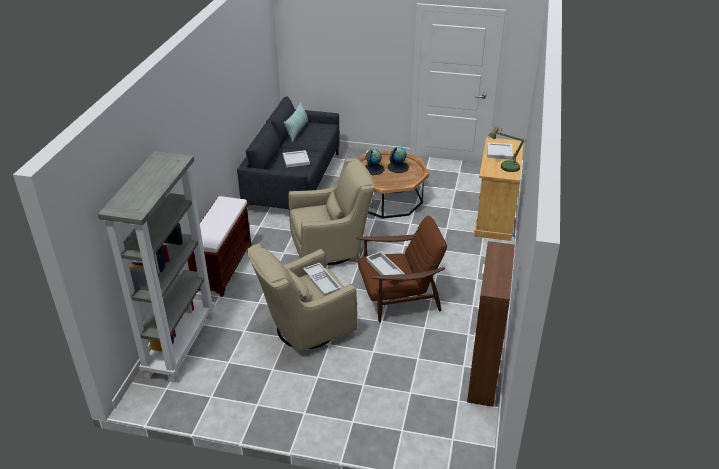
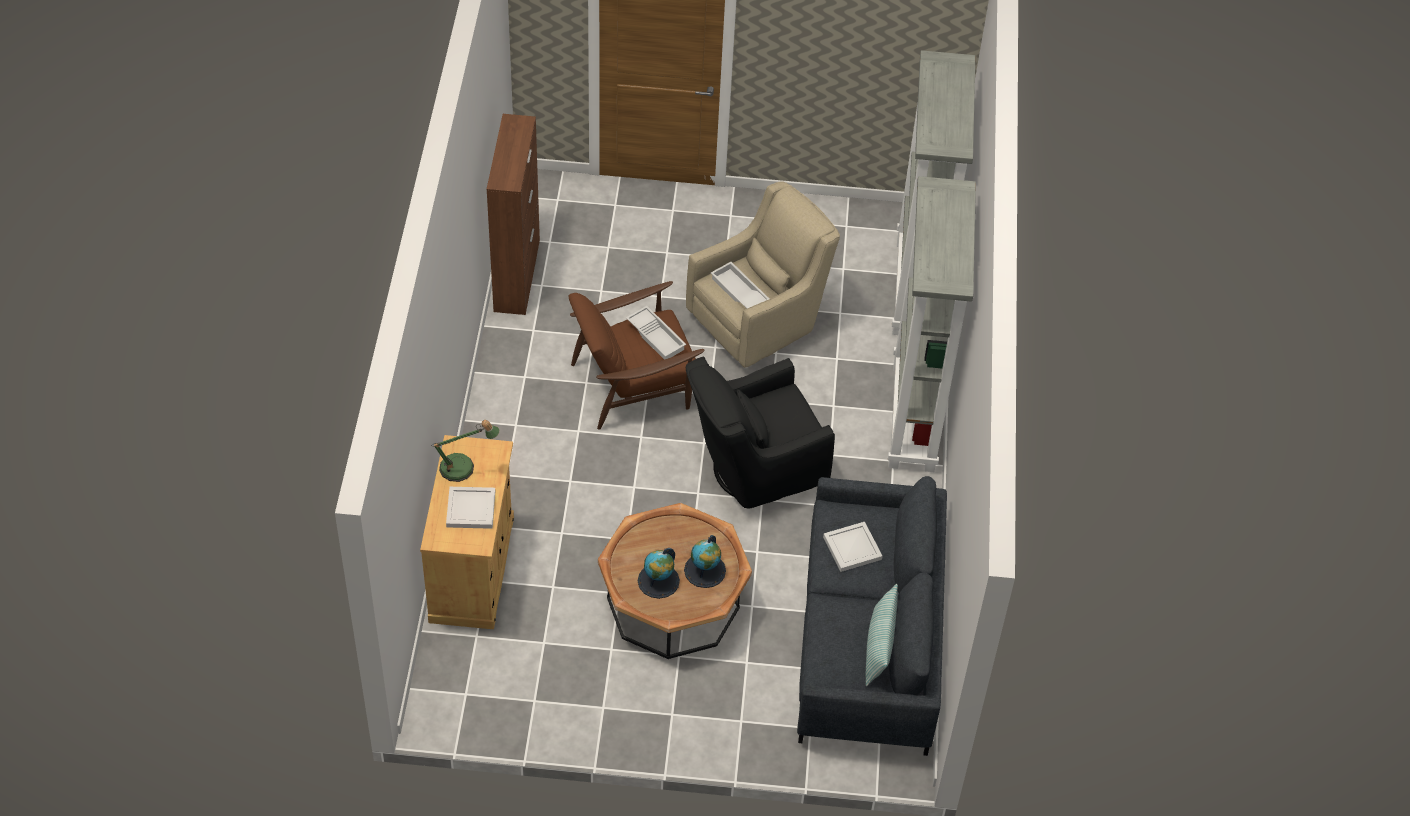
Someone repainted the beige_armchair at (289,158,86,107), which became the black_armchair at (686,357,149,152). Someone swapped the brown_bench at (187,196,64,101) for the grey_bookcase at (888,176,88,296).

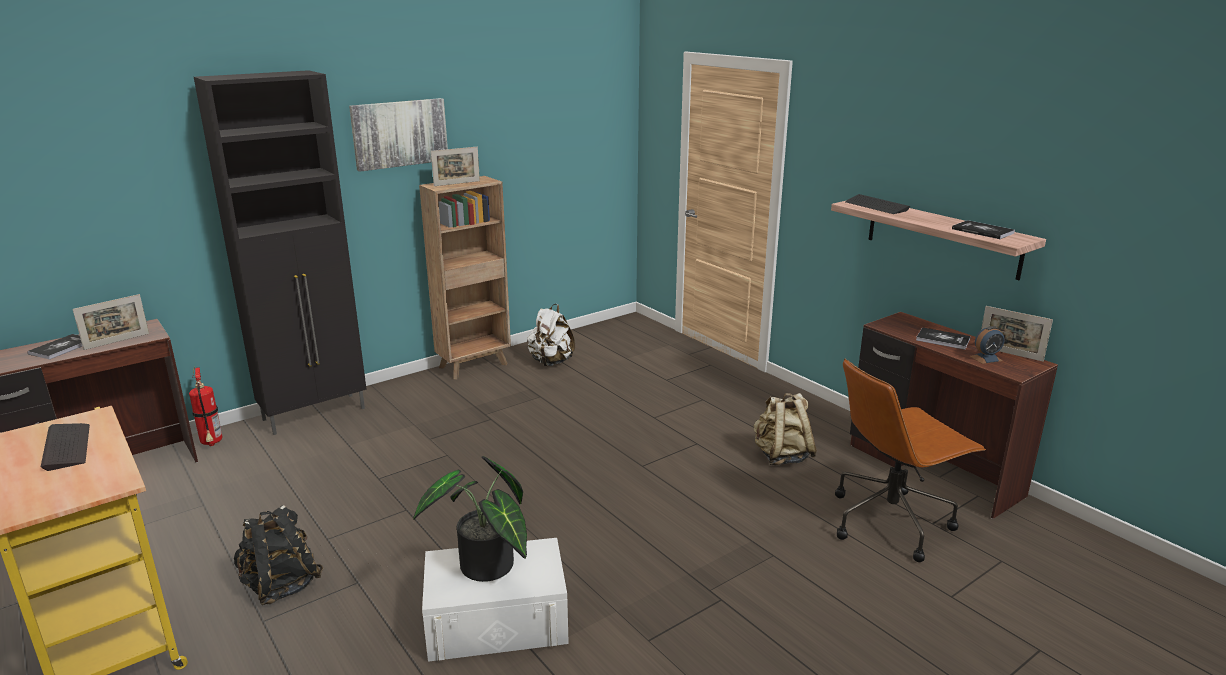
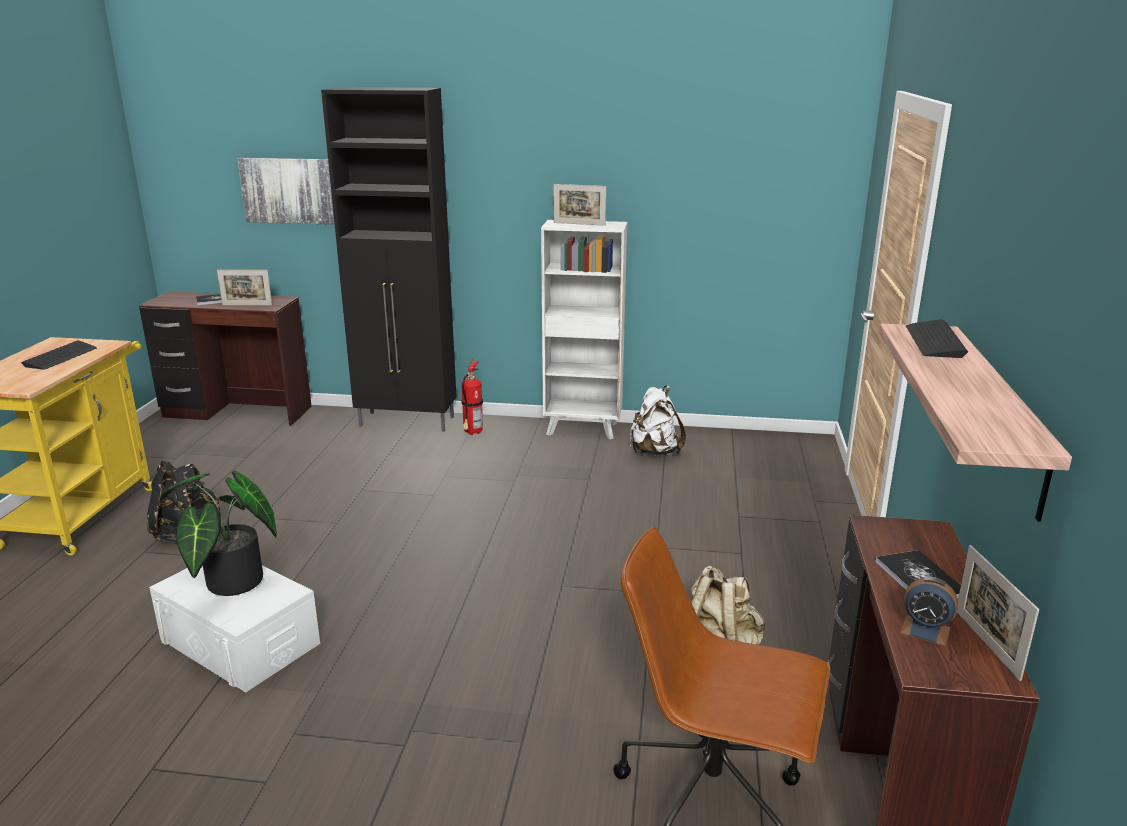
Someone carried the picture from (349,98,99,74) to (238,158,97,67). Someone repainted the brown_bookcase at (419,176,92,203), which became the white_bookcase at (541,220,86,219). Someone took away the book at (952,220,63,19). Someone carried the fire_extinguisher from (189,366,34,80) to (461,358,22,77).

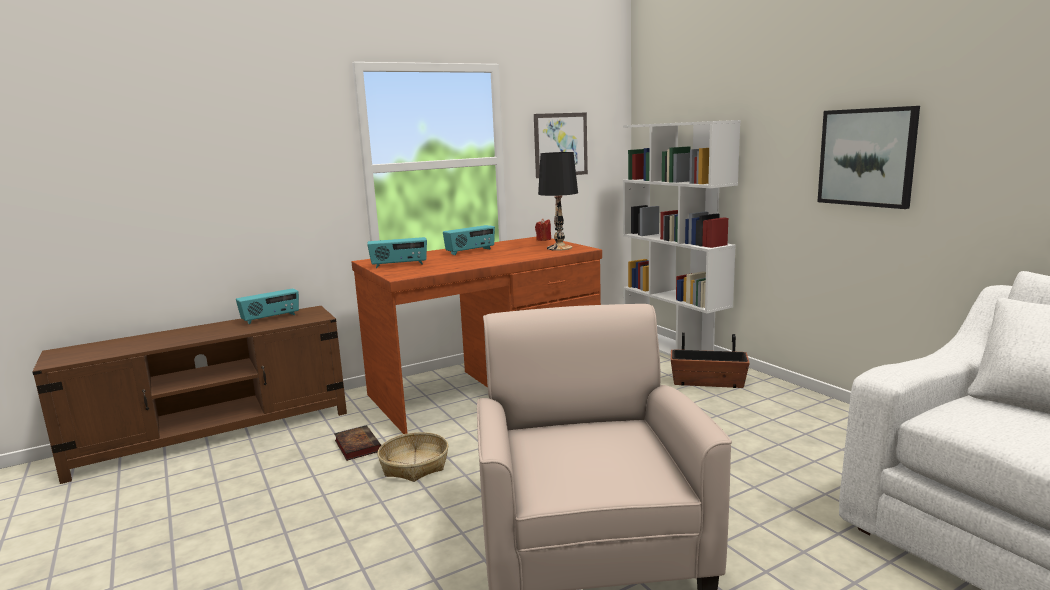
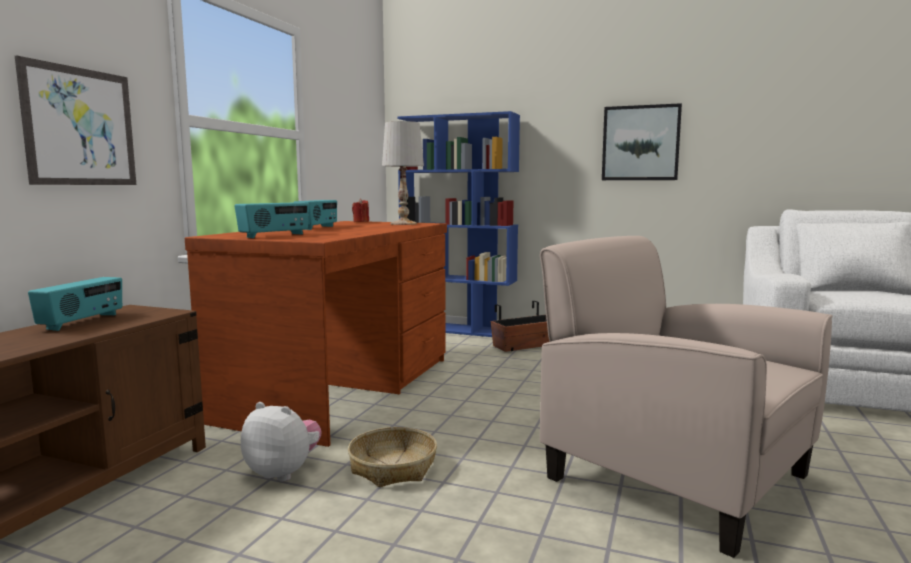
Someone carried the picture from (534,112,54,66) to (15,56,121,129). Someone repainted the white_bookcase at (623,120,118,236), which became the blue_bookcase at (397,111,123,226). Someone repainted the black_table_lamp at (538,152,40,99), which became the white_table_lamp at (382,121,42,104). Someone swapped the book at (334,425,47,36) for the plush_toy at (241,402,80,80).

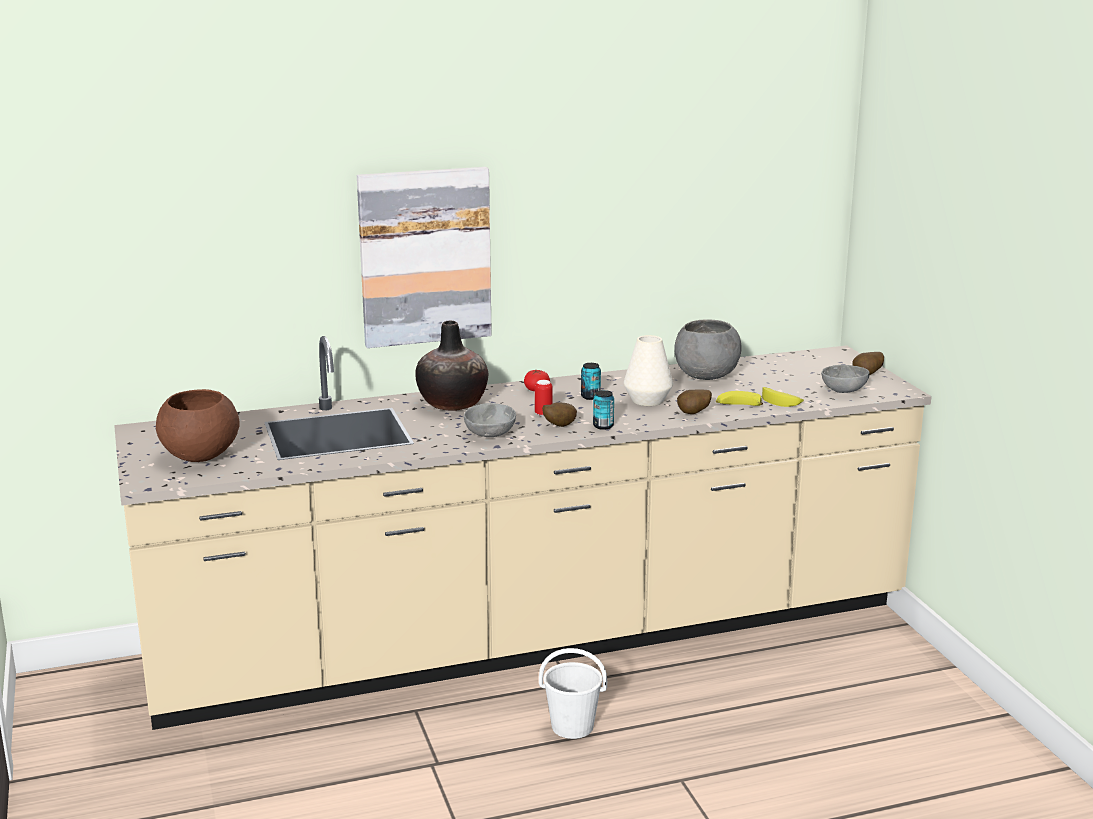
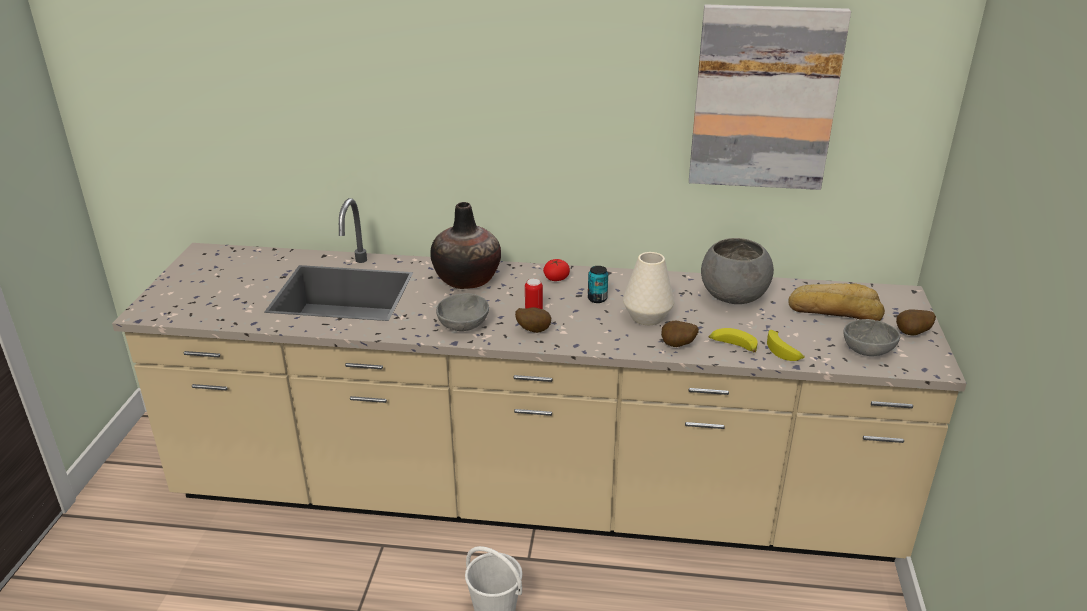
Someone carried the picture from (357,167,135,181) to (689,4,162,186). Someone took away the brown_bowl at (156,389,84,73). Someone took away the can at (593,390,21,40). Someone put down the bread at (788,283,97,38).

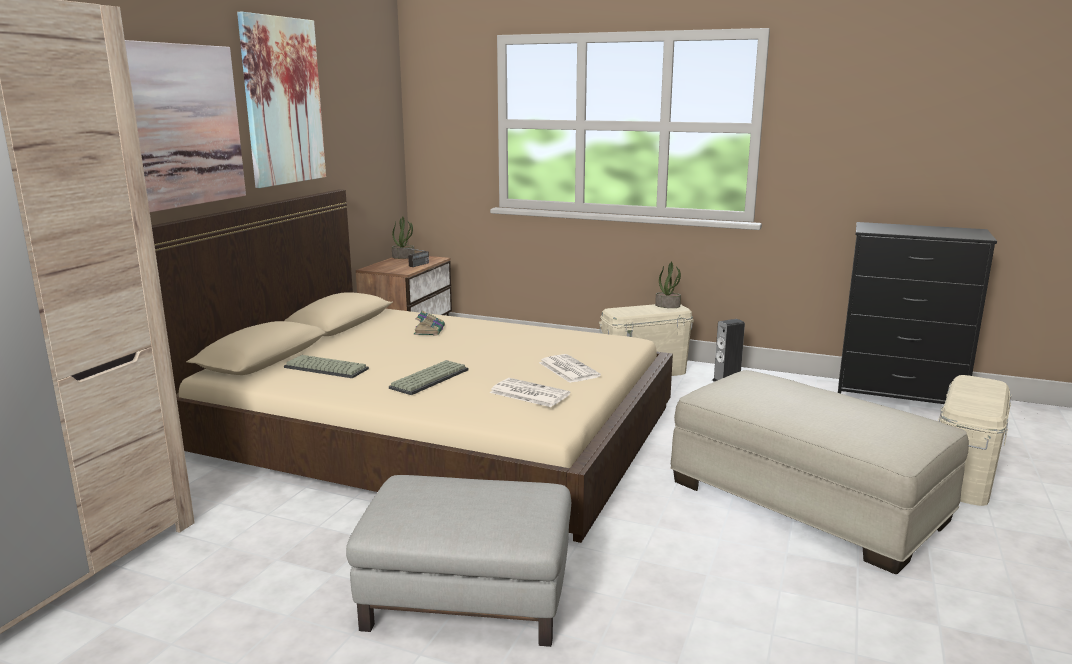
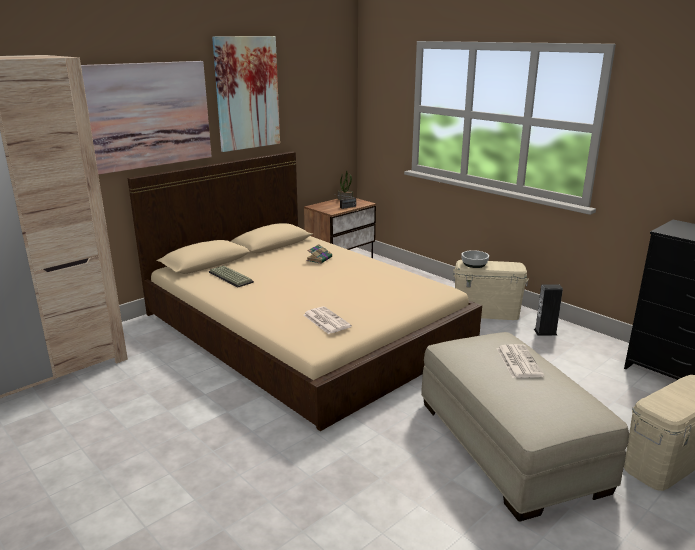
Someone took away the potted_plant at (655,261,26,47). Someone carried the newspaper from (539,354,62,29) to (496,344,48,34). Someone took away the keyboard at (389,360,79,35). Someone took away the grey_ottoman at (346,475,225,172). Someone put down the bowl at (461,250,28,18).

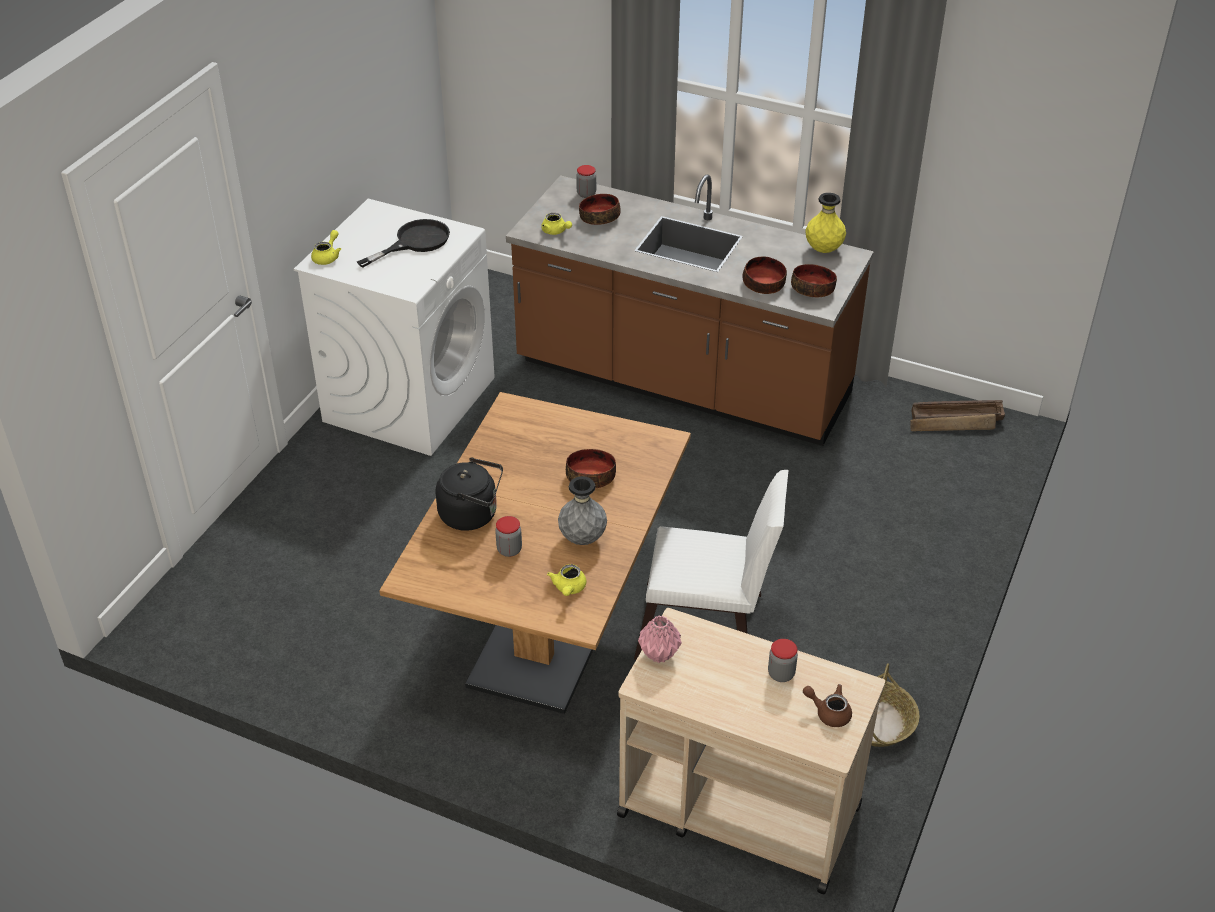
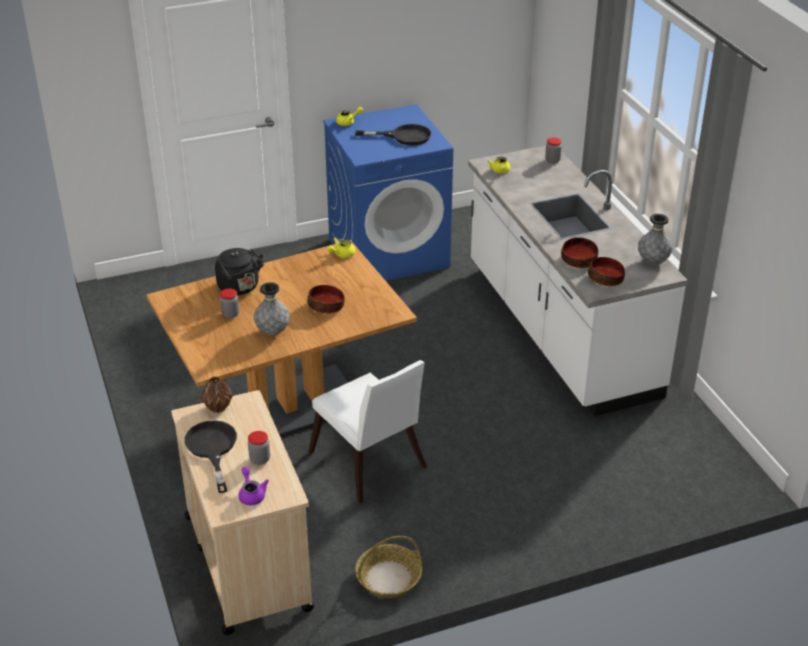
Someone repainted the brown_counter at (506,175,368,271), which became the white_counter at (468,146,220,270). Someone repainted the yellow_vase at (806,193,40,60), which became the grey_vase at (638,214,35,50). Someone took away the bowl at (579,194,42,31). Someone repainted the white_washing_machine at (294,199,201,257), which became the blue_washing_machine at (323,104,130,177). Someone took away the crate at (910,400,95,31). Someone carried the yellow_teapot from (547,564,39,32) to (327,238,28,20). Someone repainted the pink_vase at (638,616,44,47), which became the brown_vase at (201,376,32,37). Someone repainted the brown_teapot at (803,684,49,43), which became the purple_teapot at (238,466,31,39). Someone put down the black_frying_pan at (184,420,53,73).

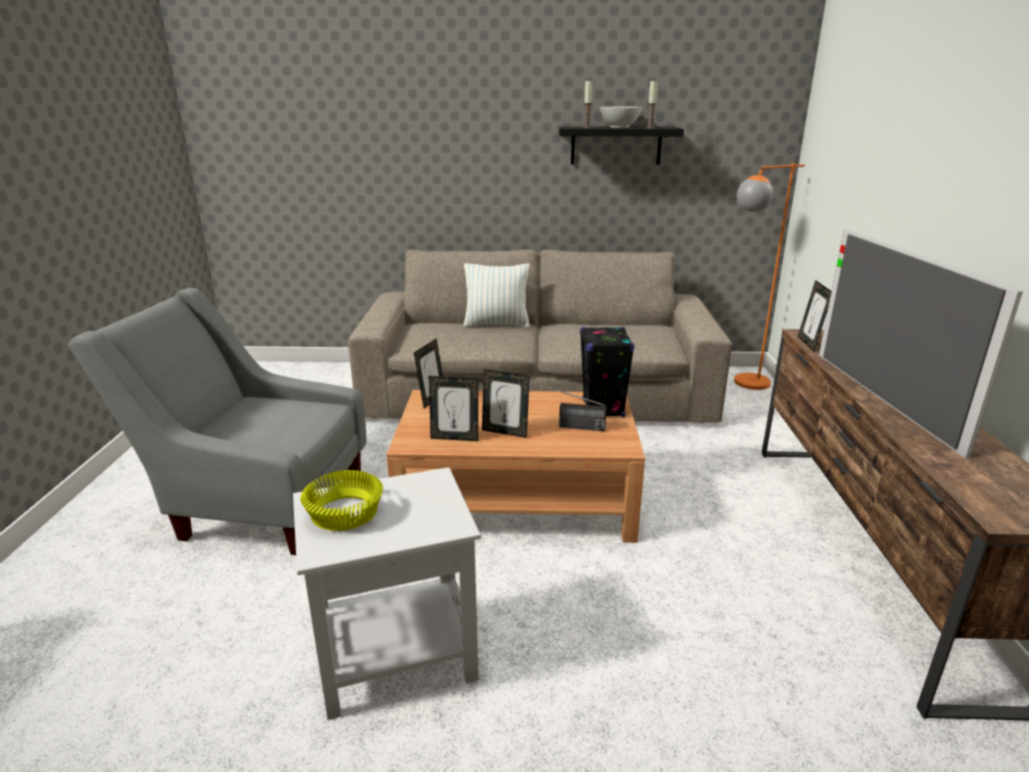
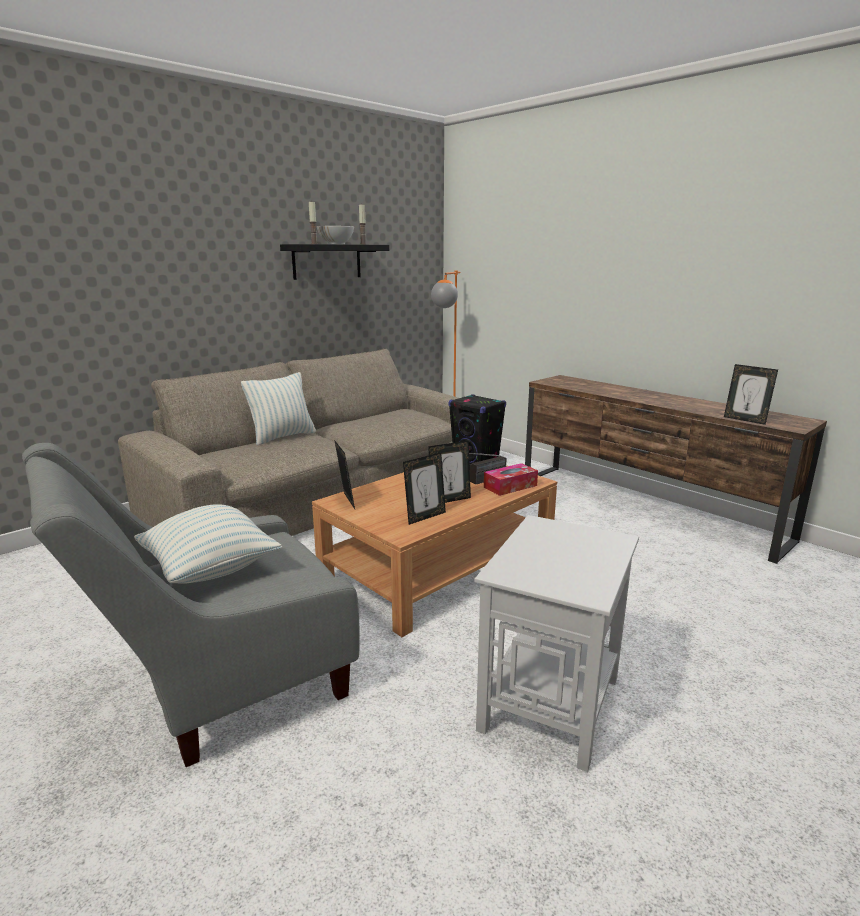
Someone took away the television at (819,230,204,228). Someone carried the picture_frame from (798,280,33,72) to (724,364,54,61). Someone took away the yellow_bowl at (300,470,83,61). Someone put down the tissue_box at (484,463,54,33). Someone put down the pillow at (134,504,148,80).

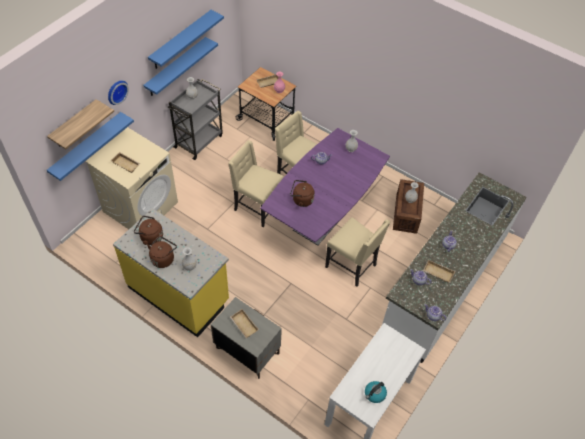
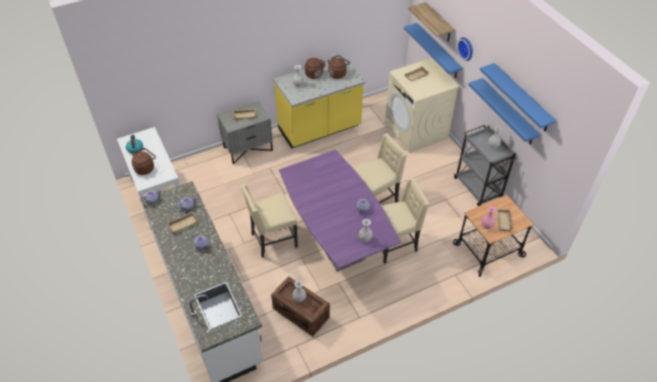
Someone carried the brown_kettle from (290,180,25,27) to (132,148,24,27).

